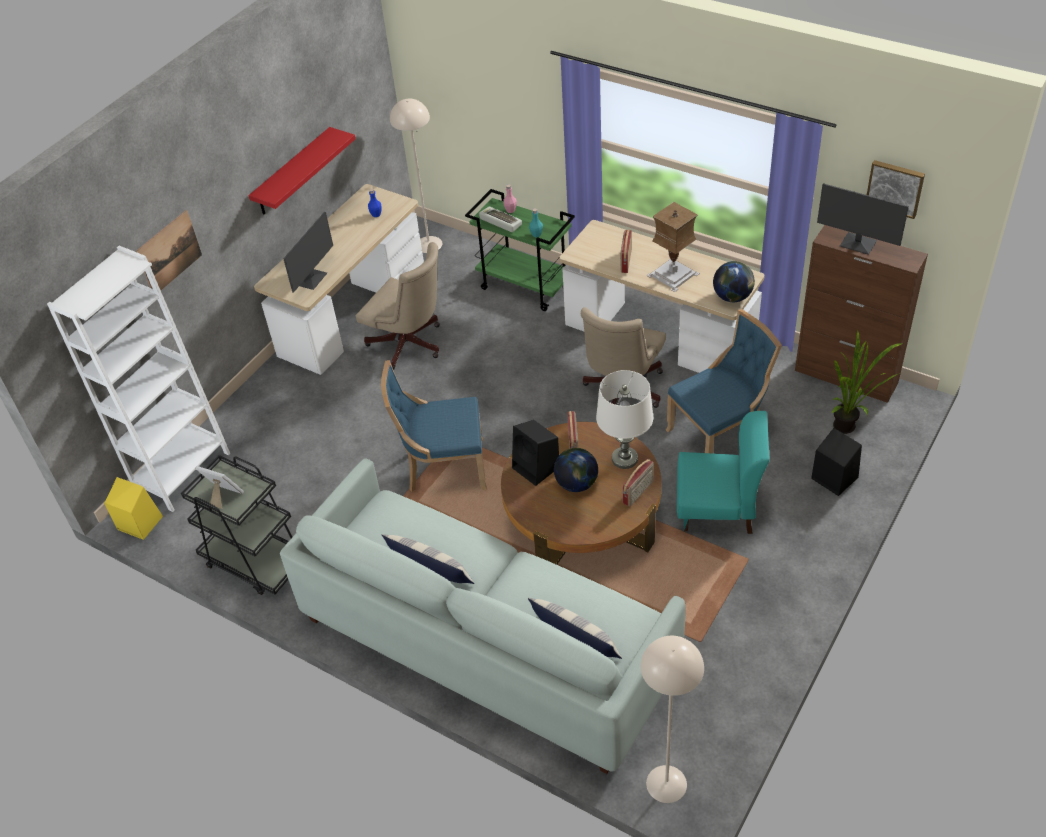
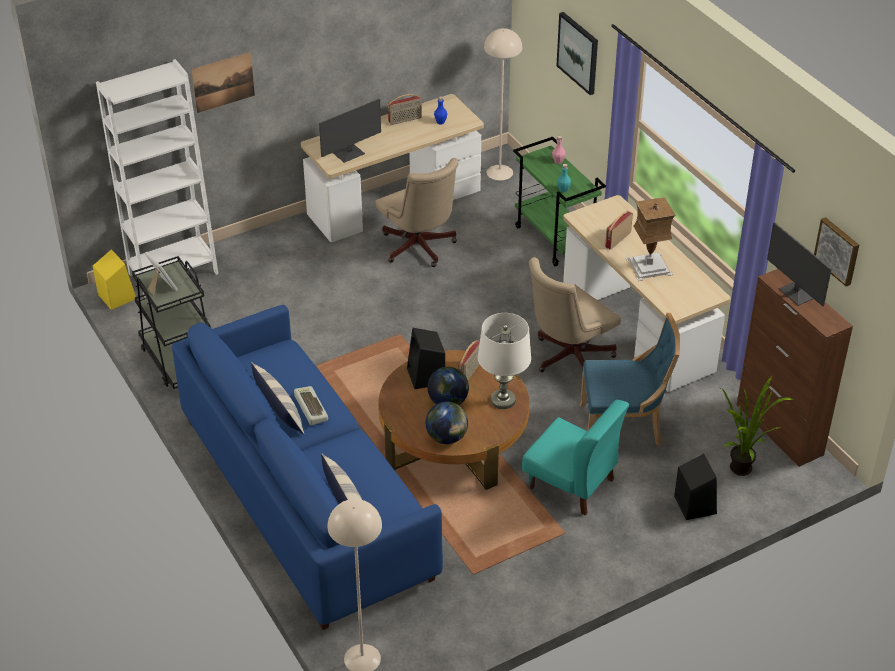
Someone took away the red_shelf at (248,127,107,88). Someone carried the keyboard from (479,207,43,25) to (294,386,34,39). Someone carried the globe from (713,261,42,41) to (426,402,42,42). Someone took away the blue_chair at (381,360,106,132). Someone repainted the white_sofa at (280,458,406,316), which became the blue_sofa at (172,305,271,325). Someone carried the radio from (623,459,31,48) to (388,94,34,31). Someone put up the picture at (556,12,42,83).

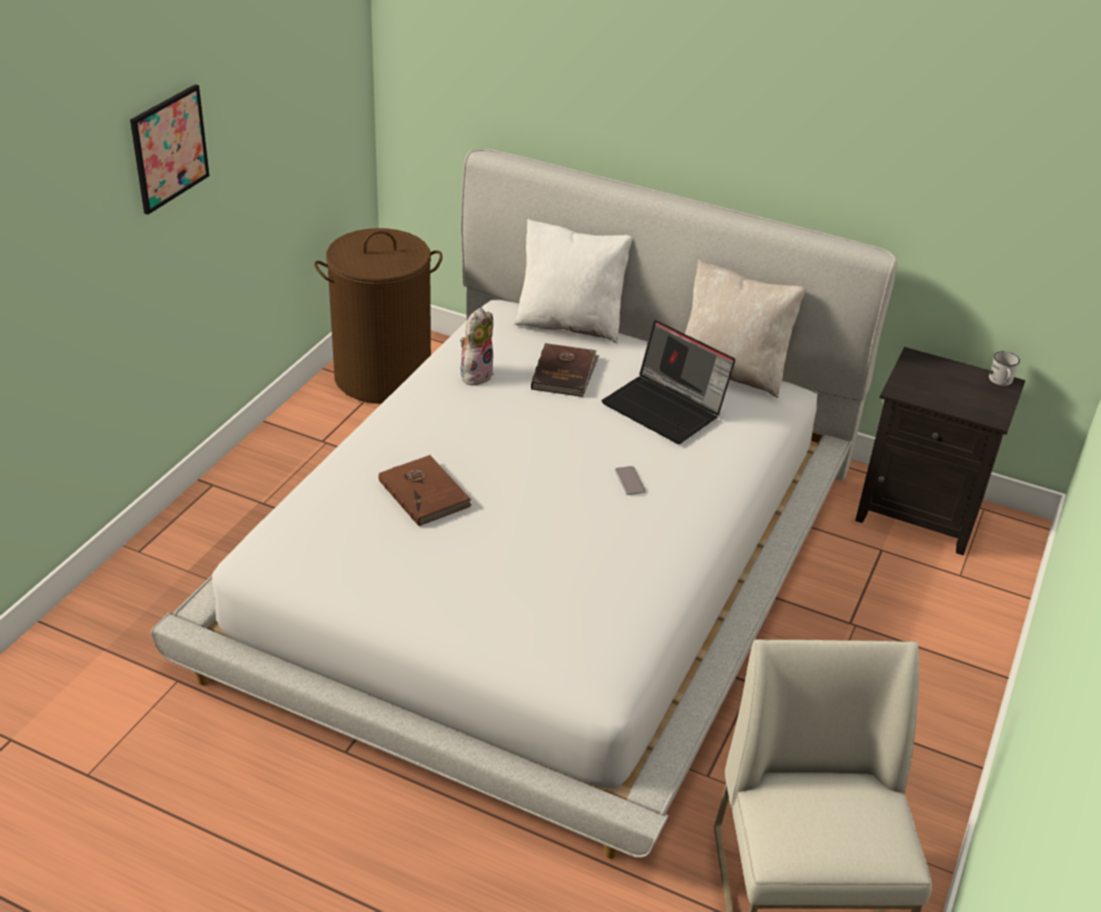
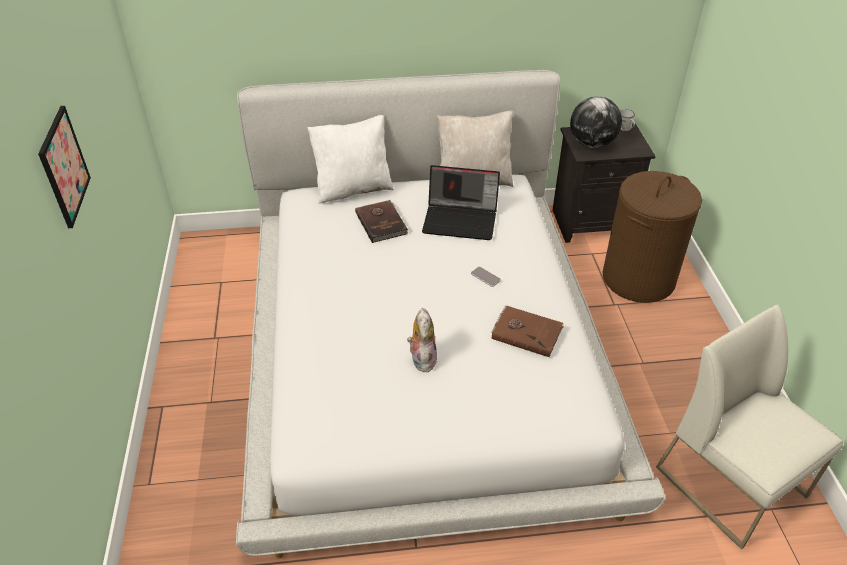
Someone carried the brown_laundry_basket from (314,228,129,176) to (603,171,99,132). Someone carried the plush_toy from (460,308,34,77) to (407,308,30,64). Someone carried the brown_book from (379,455,92,71) to (491,305,73,52). Someone put down the globe at (570,96,52,52).

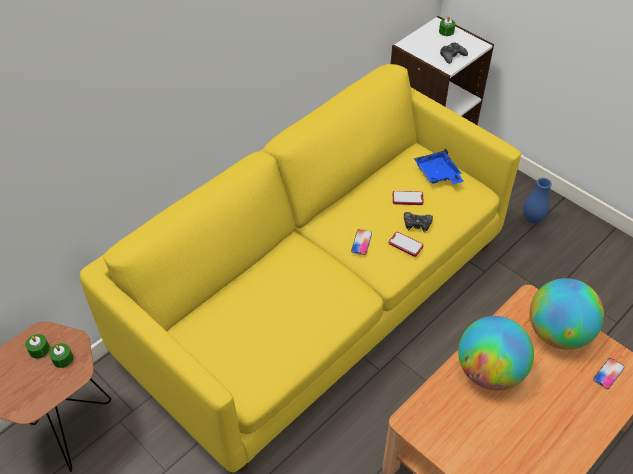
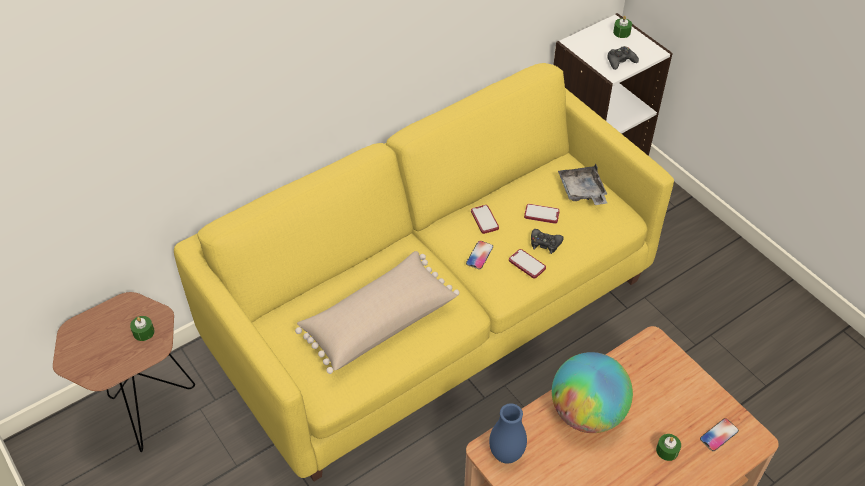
Someone repainted the blue_tray at (414,148,49,36), which became the grey_tray at (558,164,49,41). Someone carried the blue_vase from (523,178,29,46) to (489,403,38,61). Someone took away the globe at (530,278,74,72). Someone carried the green_candle from (25,334,25,25) to (656,434,25,27). Someone put down the phone at (471,205,28,29). Someone put down the beige_pillow at (295,251,165,123).

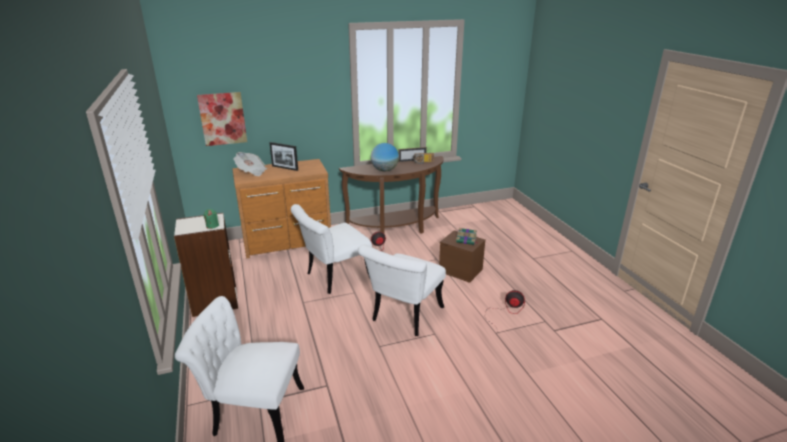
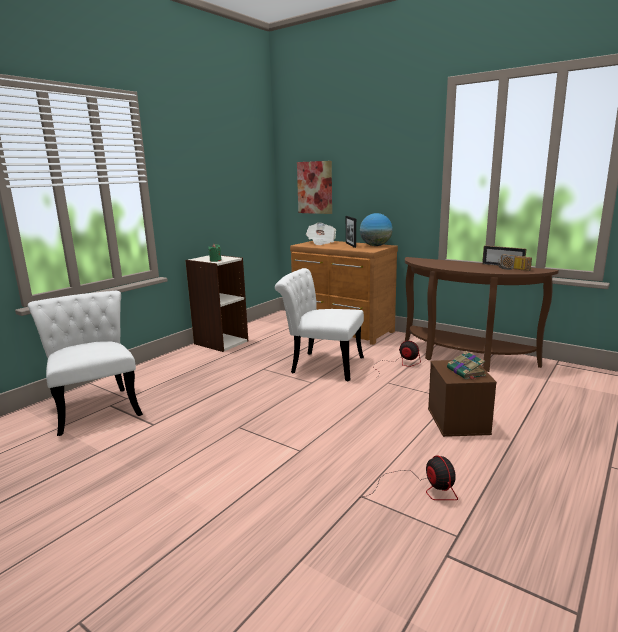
Someone carried the globe from (371,143,28,28) to (360,213,33,33). Someone took away the white_chair at (358,245,88,91).

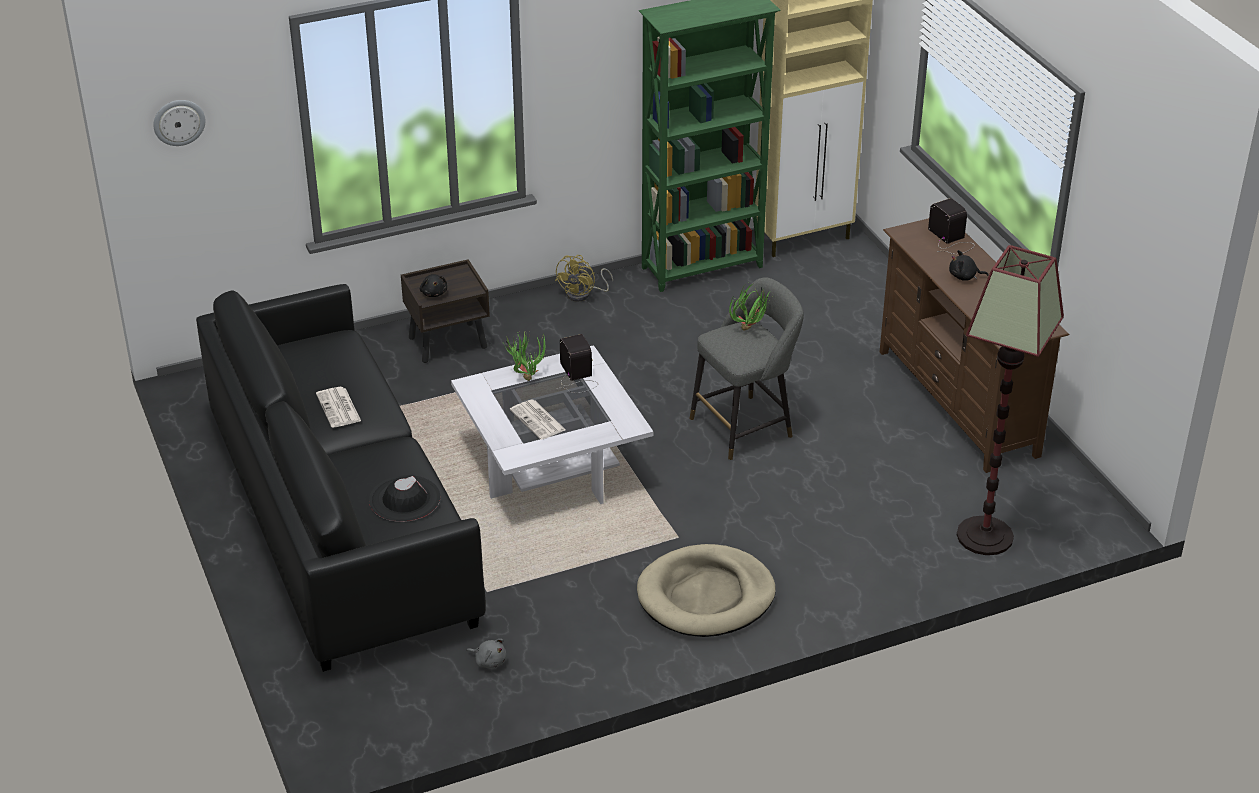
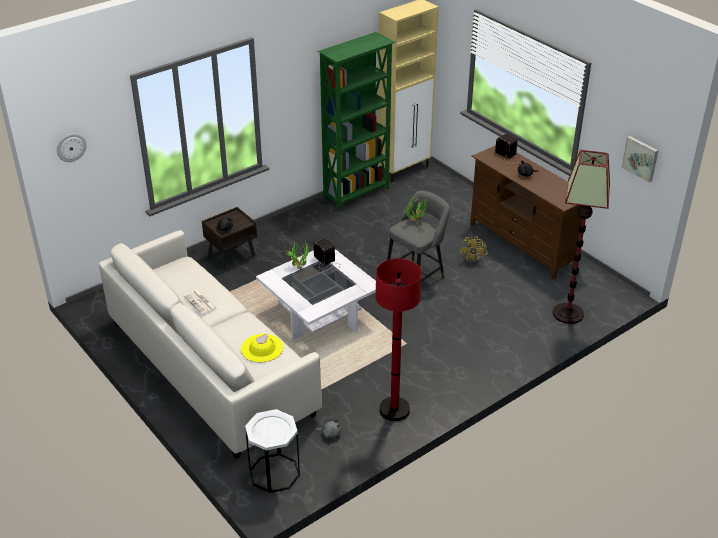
Someone carried the yellow_fan from (555,255,58,47) to (460,236,28,28). Someone repainted the black_sofa at (196,284,290,388), which became the white_sofa at (99,230,223,229). Someone took away the newspaper at (510,400,55,40). Someone repainted the black_hat at (369,475,71,47), which became the yellow_hat at (241,334,42,28). Someone took away the beige_dog_bed at (637,544,139,93). Someone put up the picture at (621,136,37,46). Someone put down the red_floor_lamp at (376,259,46,162). Someone put down the white_side_table at (245,409,55,84).

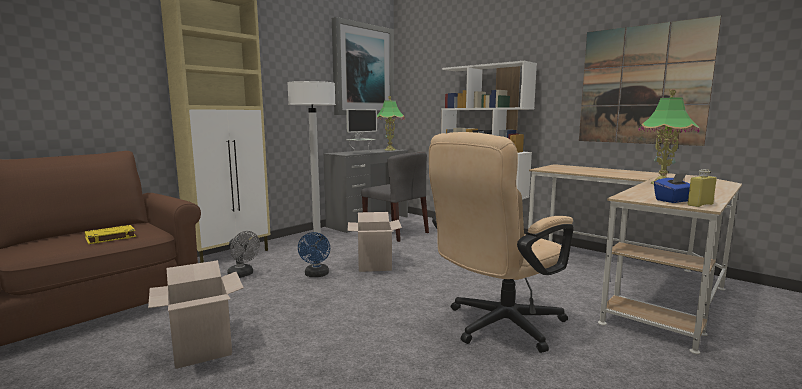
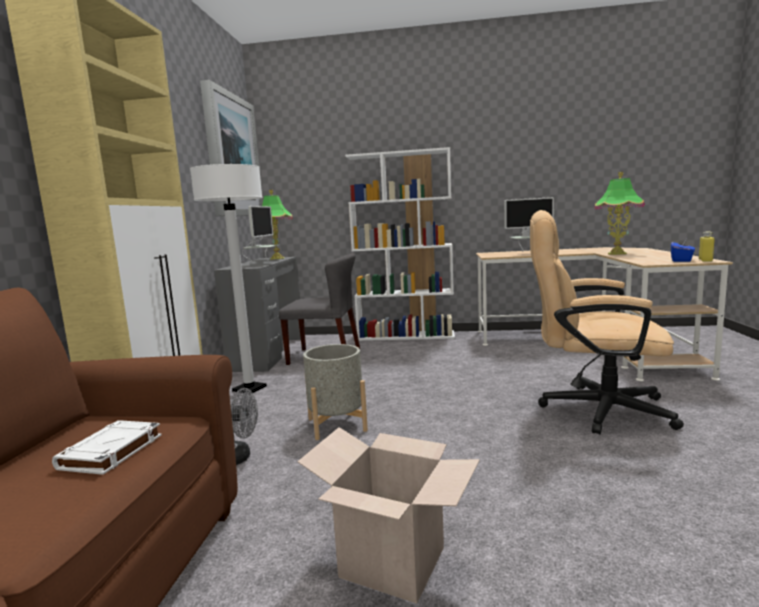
Someone took away the picture at (579,15,142,131). Someone rotated the beige_office_chair at (429,132,145,221) by 90 degrees clockwise. Someone took away the cardboard_box at (347,212,55,60). Someone repainted the yellow_book at (85,225,51,19), which became the white_book at (52,420,109,55). Someone swapped the blue_fan at (298,232,32,45) for the grey_planter at (303,344,65,96). Someone put down the monitor at (504,197,50,53).

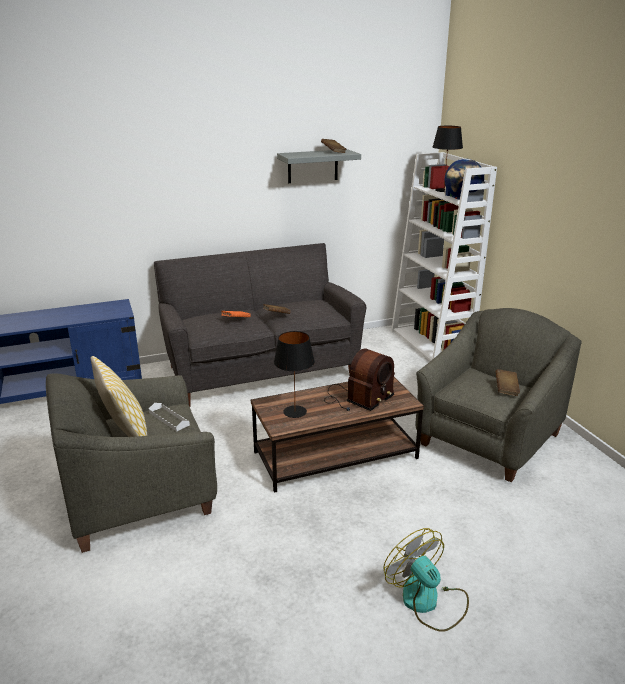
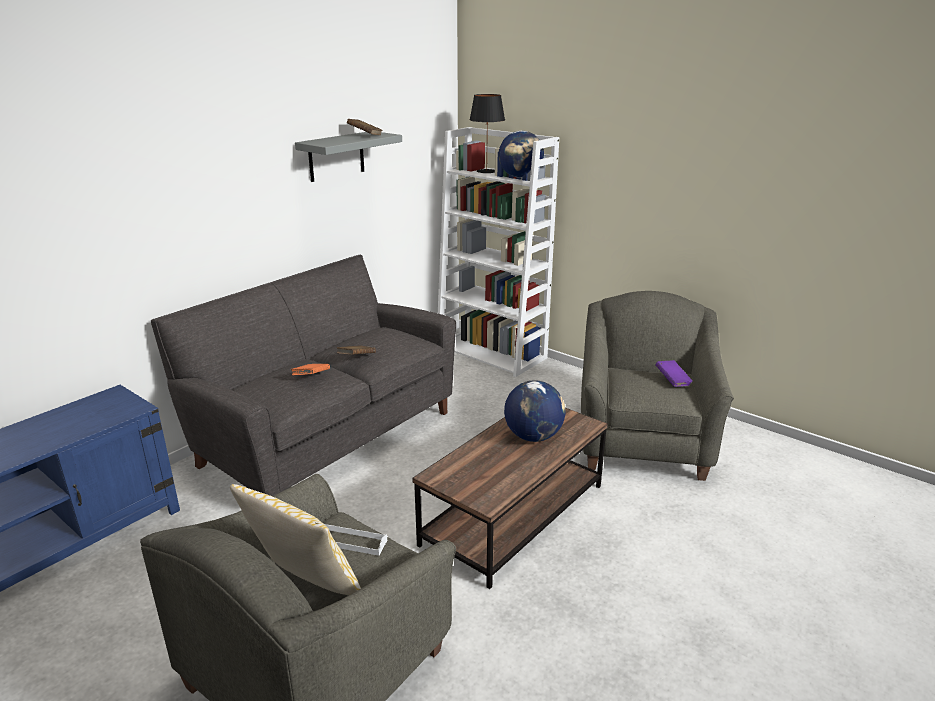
Someone took away the black_table_lamp at (274,331,41,87). Someone swapped the radio at (324,348,71,63) for the globe at (504,380,61,62). Someone repainted the brown_book at (495,369,25,27), which became the purple_book at (655,360,38,27). Someone took away the fan at (383,528,86,104).

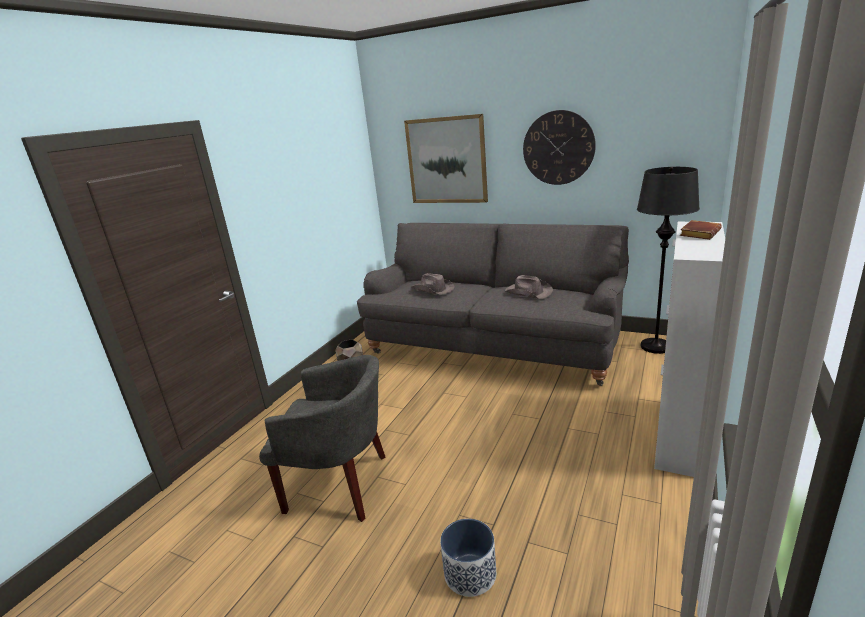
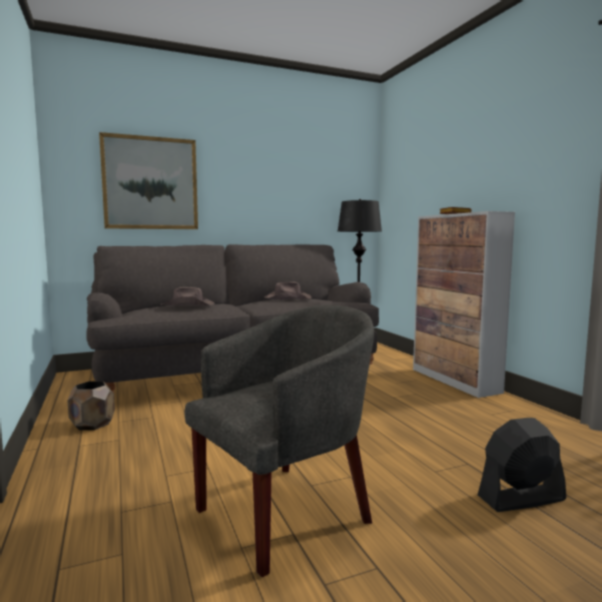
Someone took away the wall_clock at (523,110,73,75). Someone swapped the planter at (440,519,56,78) for the black_fan at (478,418,88,94).

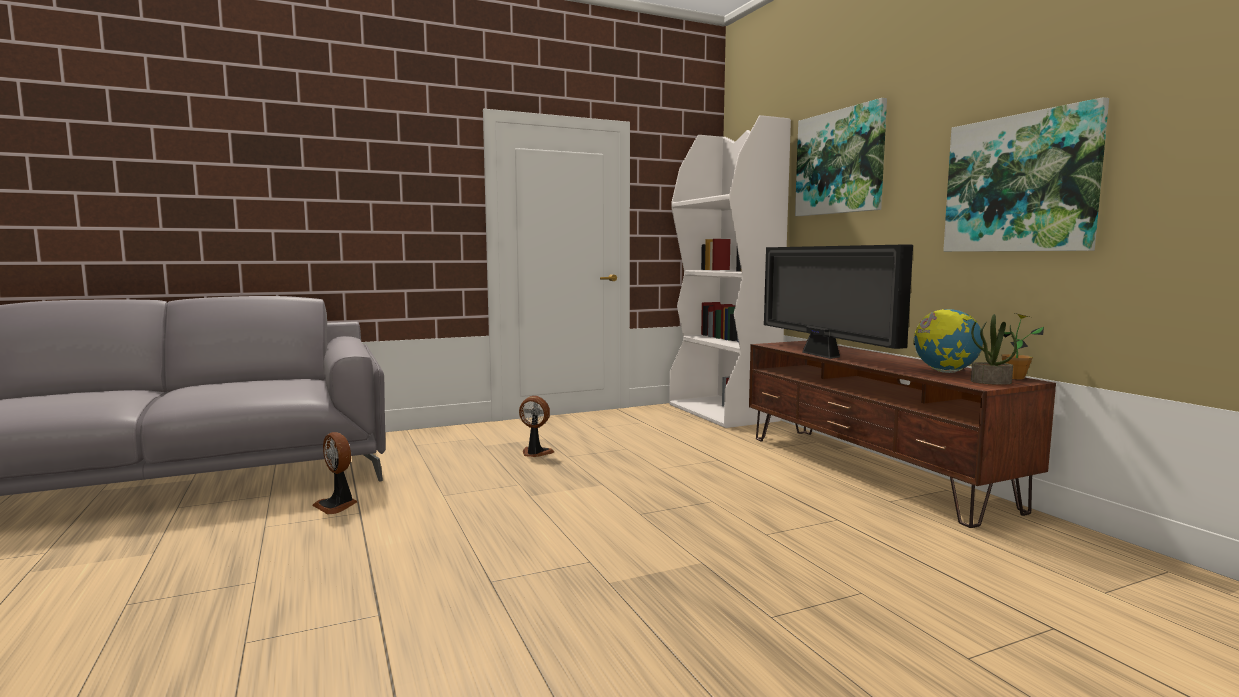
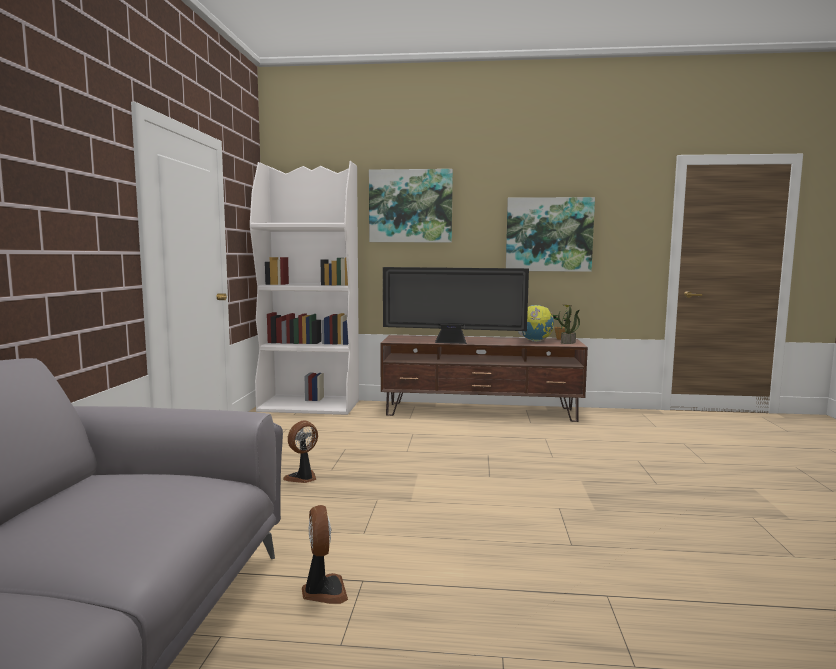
Someone rotated the fan at (312,432,46,82) by 90 degrees counterclockwise.

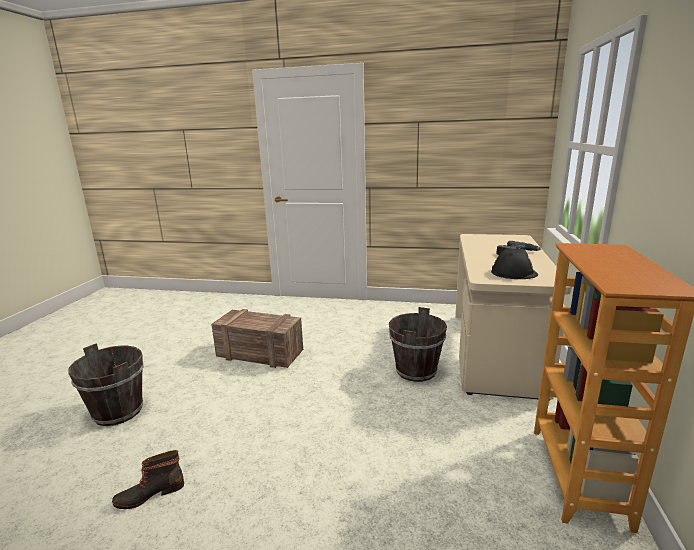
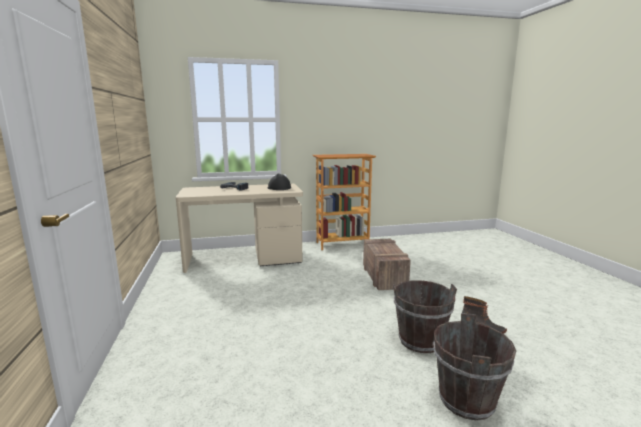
Someone carried the brown_bucket from (389,307,58,75) to (393,280,64,73). Someone carried the crate from (211,309,92,59) to (363,239,48,51).

